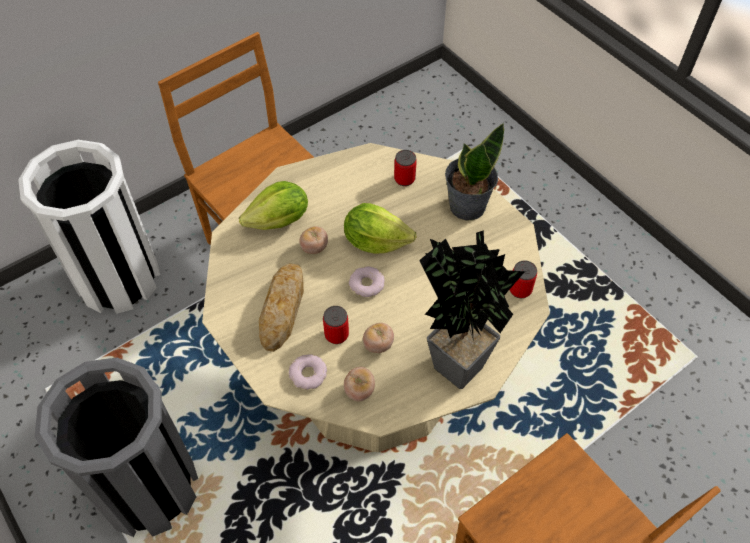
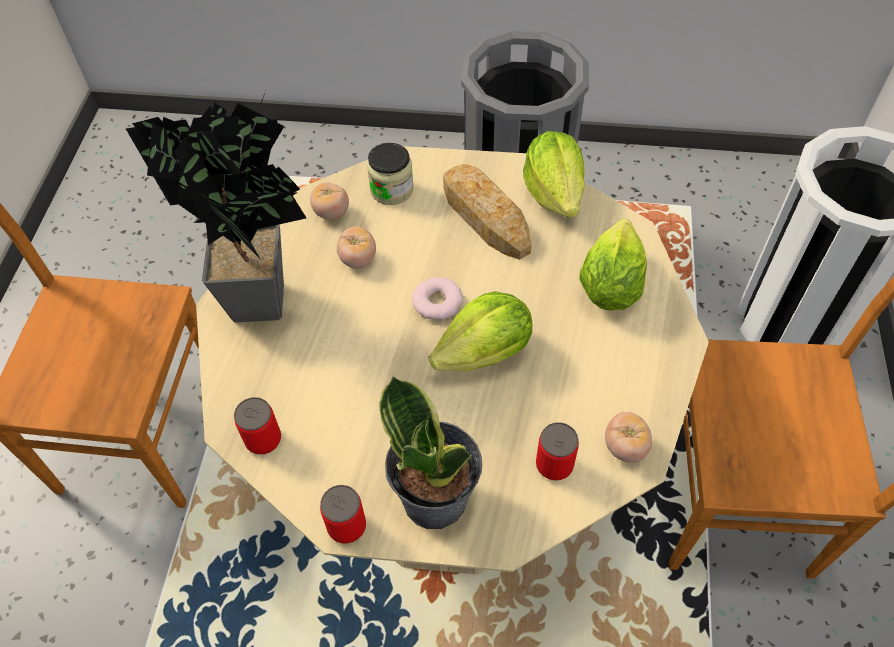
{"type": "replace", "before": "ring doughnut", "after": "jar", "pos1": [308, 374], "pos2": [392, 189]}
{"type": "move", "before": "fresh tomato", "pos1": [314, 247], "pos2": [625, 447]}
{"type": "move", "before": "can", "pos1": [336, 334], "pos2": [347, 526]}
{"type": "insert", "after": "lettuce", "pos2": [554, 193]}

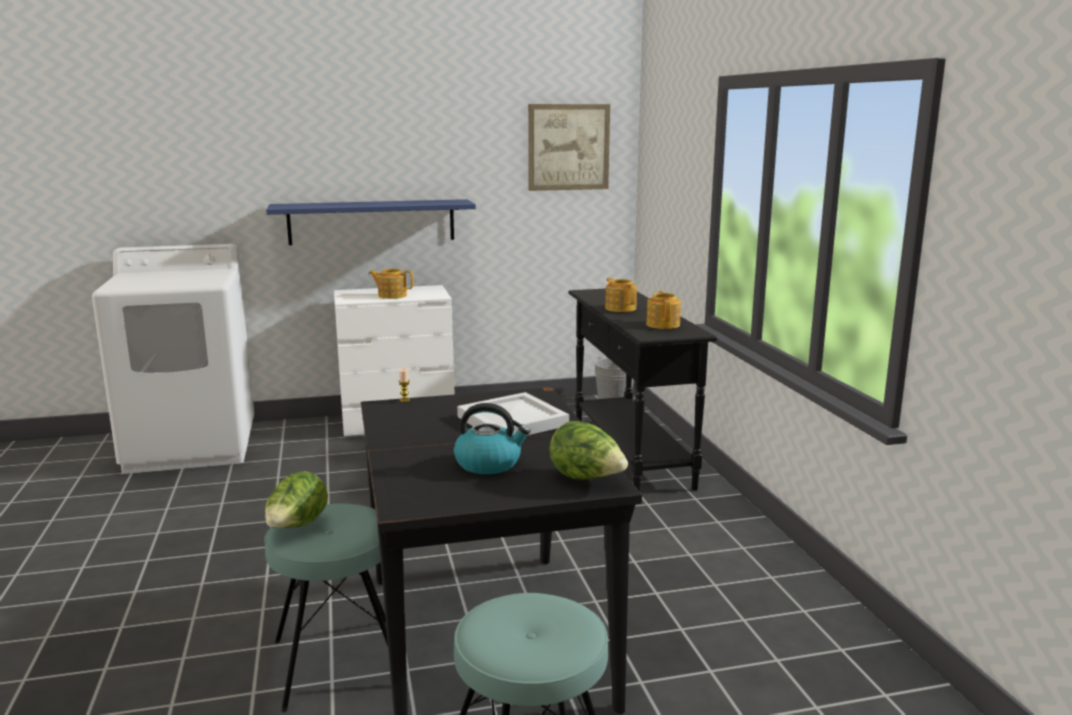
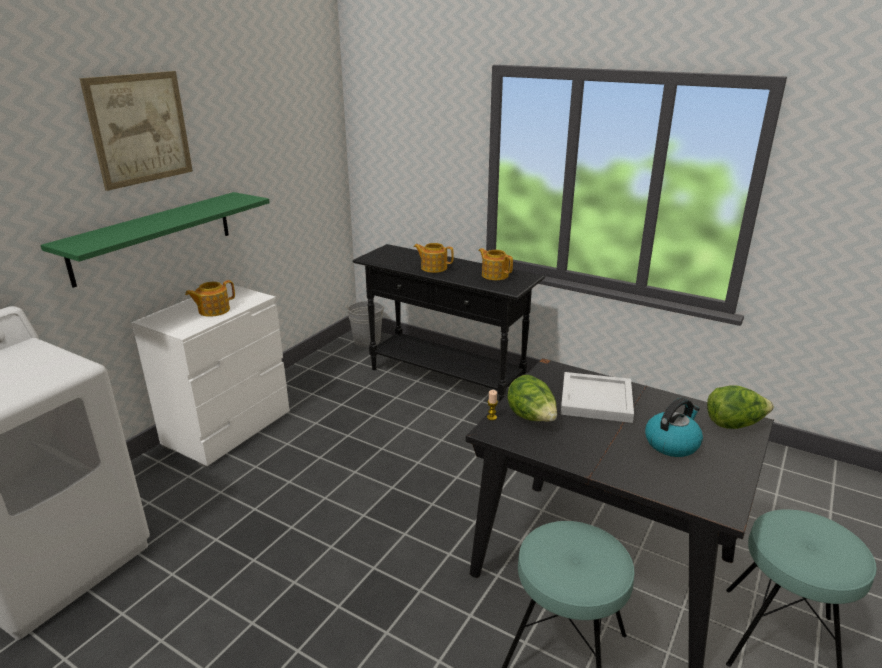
{"type": "move", "before": "lettuce", "pos1": [297, 527], "pos2": [532, 418]}
{"type": "recolor", "before": "blue shelf", "after": "green shelf", "pos1": [372, 222], "pos2": [153, 237]}
{"type": "move", "before": "wall art", "pos1": [568, 147], "pos2": [140, 129]}

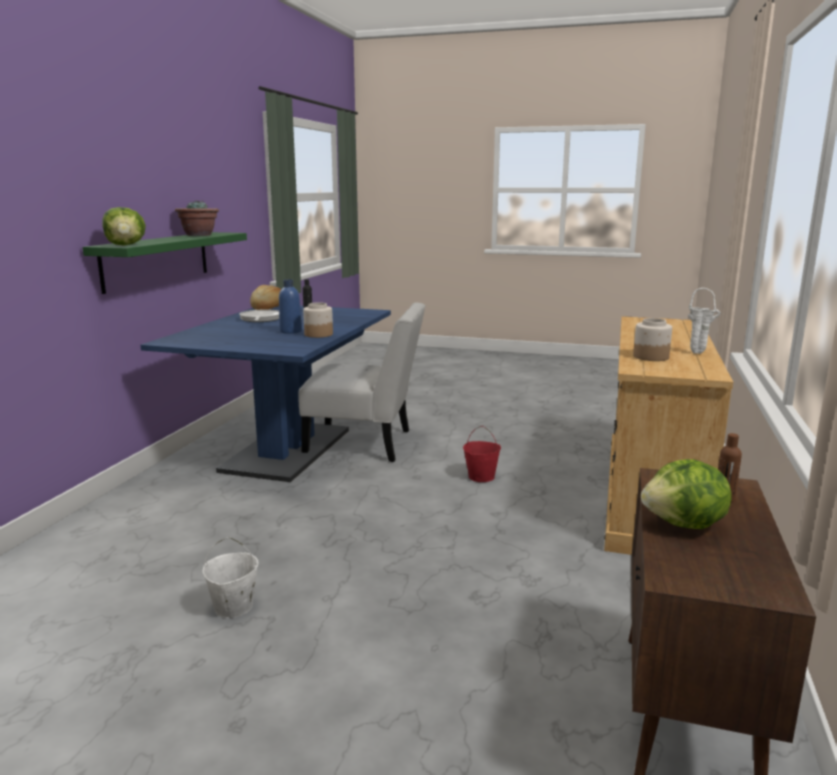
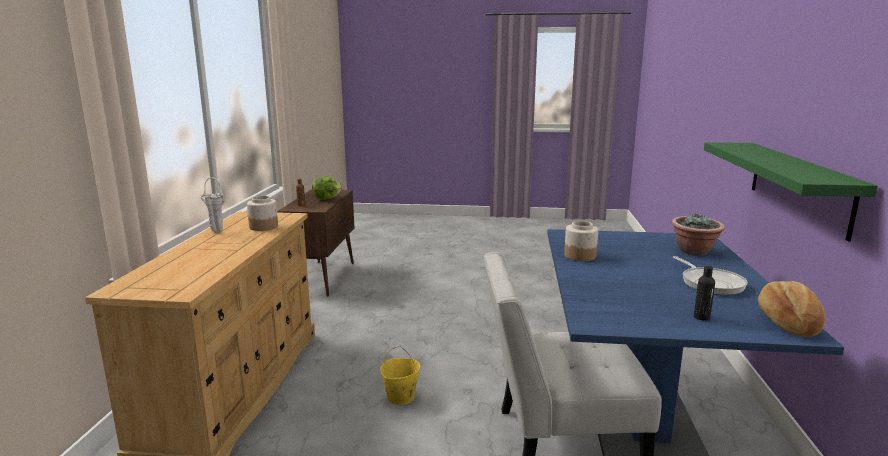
{"type": "delete", "before": "lettuce", "pos1": [126, 245]}
{"type": "move", "before": "potted plant", "pos1": [199, 235], "pos2": [694, 252]}
{"type": "delete", "before": "white-coloured water bucket", "pos1": [233, 607]}
{"type": "delete", "before": "blue beverage bottle", "pos1": [291, 331]}
{"type": "recolor", "before": "red water bucket", "after": "yellowish water bucket", "pos1": [481, 477], "pos2": [400, 397]}

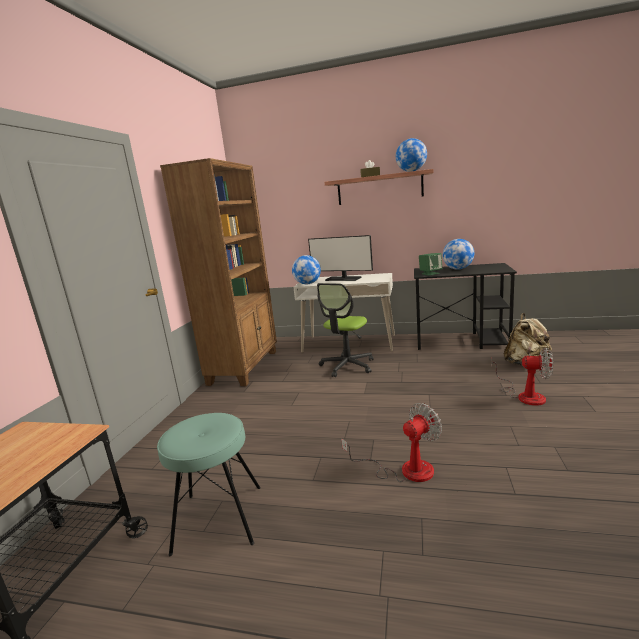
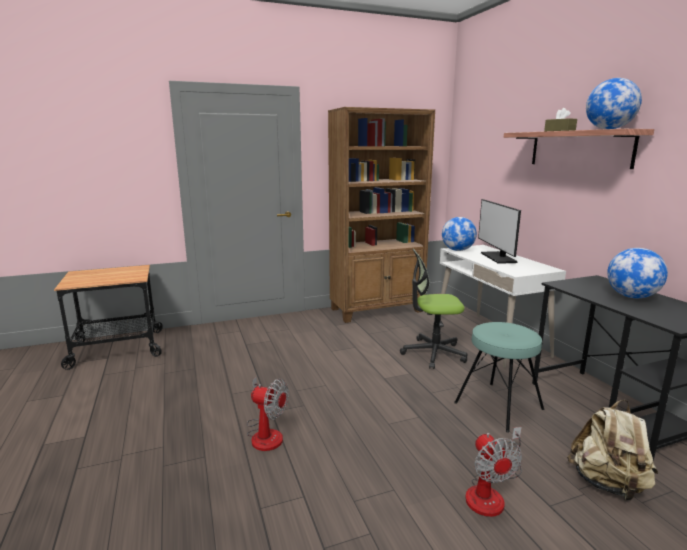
{"type": "move", "before": "turquoise-coloured stool seat", "pos1": [219, 518], "pos2": [498, 406]}
{"type": "delete", "before": "green speaker", "pos1": [430, 273]}

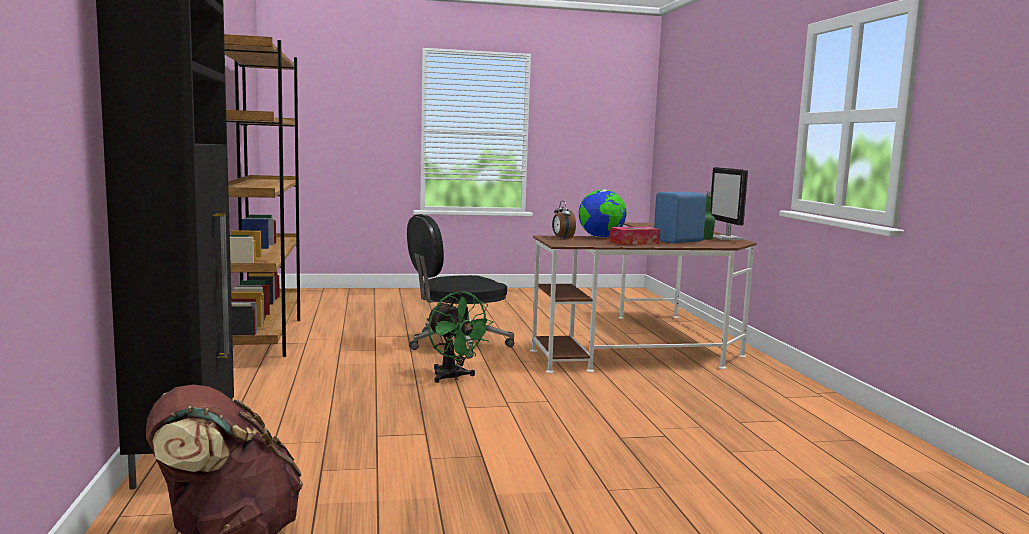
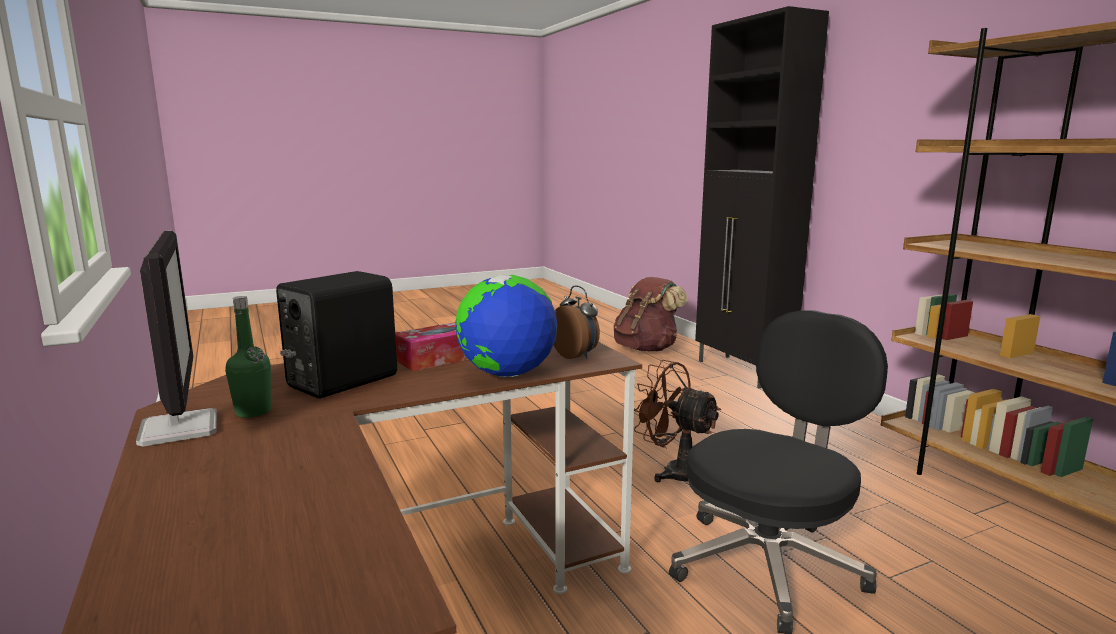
{"type": "recolor", "before": "green cooling fan", "after": "brown-coloured cooling fan", "pos1": [453, 377], "pos2": [674, 472]}
{"type": "recolor", "before": "blue speaker", "after": "black-coloured speaker", "pos1": [679, 241], "pos2": [339, 382]}

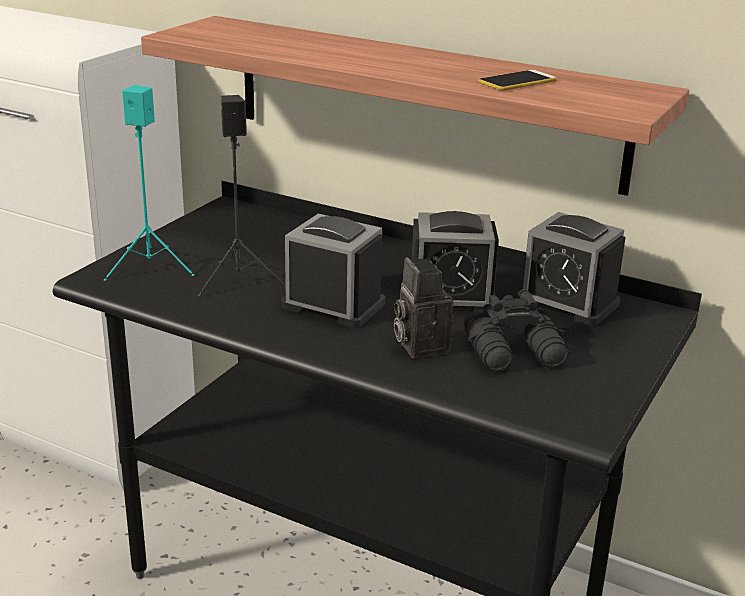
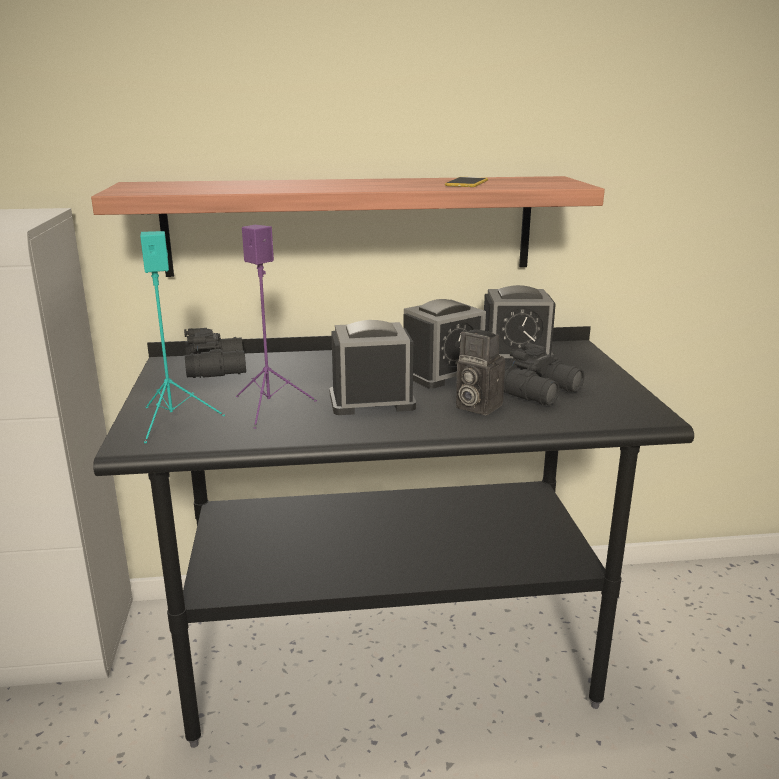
{"type": "recolor", "before": "black-coloured speaker", "after": "purplish speaker", "pos1": [240, 280], "pos2": [270, 407]}
{"type": "insert", "after": "black-coloured field glasses", "pos2": [218, 367]}

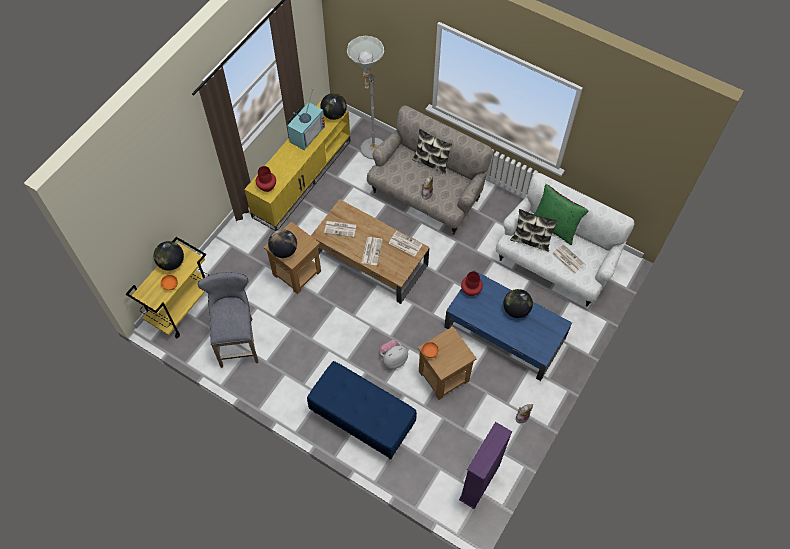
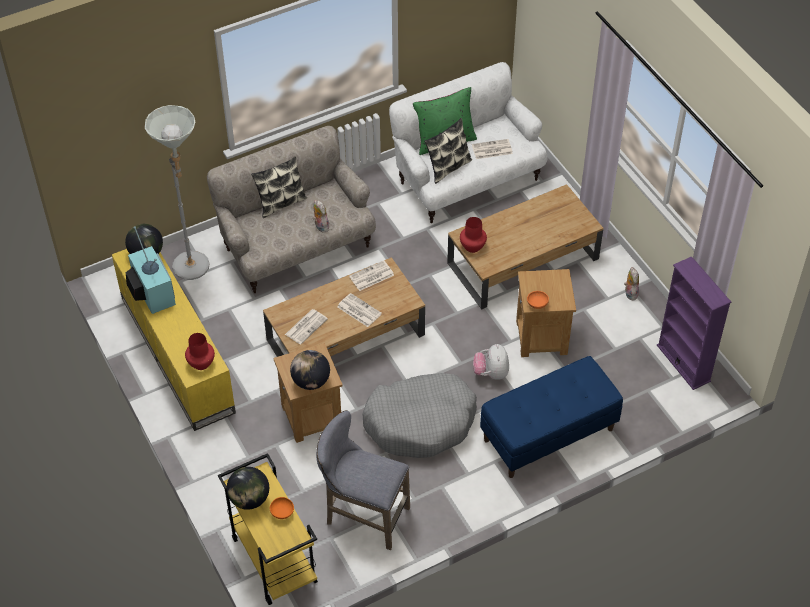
{"type": "recolor", "before": "blue low table", "after": "brown-coloured low table", "pos1": [505, 333], "pos2": [524, 261]}
{"type": "delete", "before": "desk globe", "pos1": [516, 310]}
{"type": "insert", "after": "greyish dog bed", "pos2": [420, 422]}

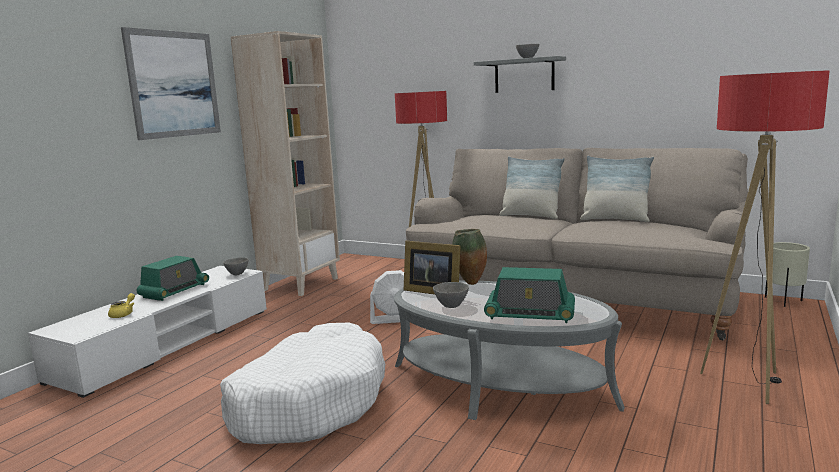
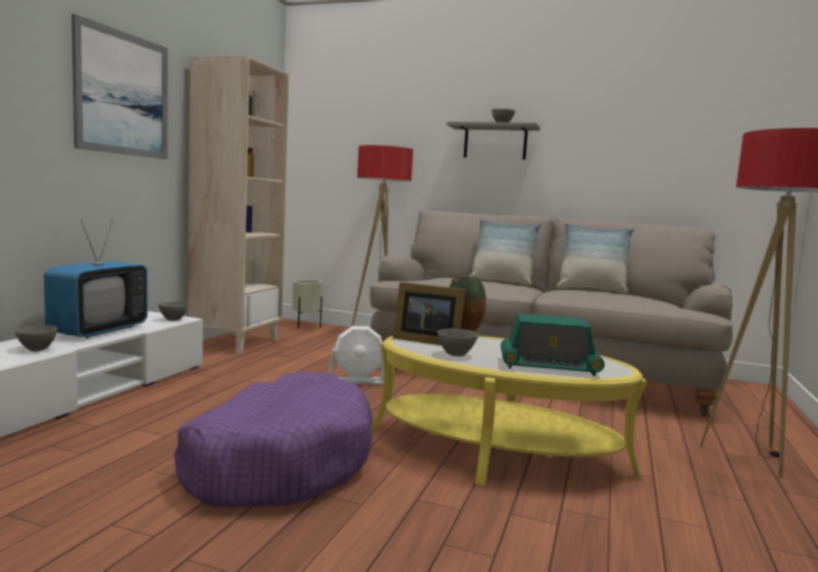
{"type": "replace", "before": "yellowish tea pot", "after": "greyish deep dish", "pos1": [123, 314], "pos2": [36, 349]}
{"type": "replace", "before": "radio set", "after": "television", "pos1": [174, 291], "pos2": [99, 331]}
{"type": "recolor", "before": "white-coloured dog bed", "after": "purplish dog bed", "pos1": [308, 402], "pos2": [279, 462]}
{"type": "recolor", "before": "greyish low table", "after": "yellowish low table", "pos1": [499, 385], "pos2": [497, 450]}
{"type": "move", "before": "beige-coloured flower pot", "pos1": [784, 302], "pos2": [306, 327]}

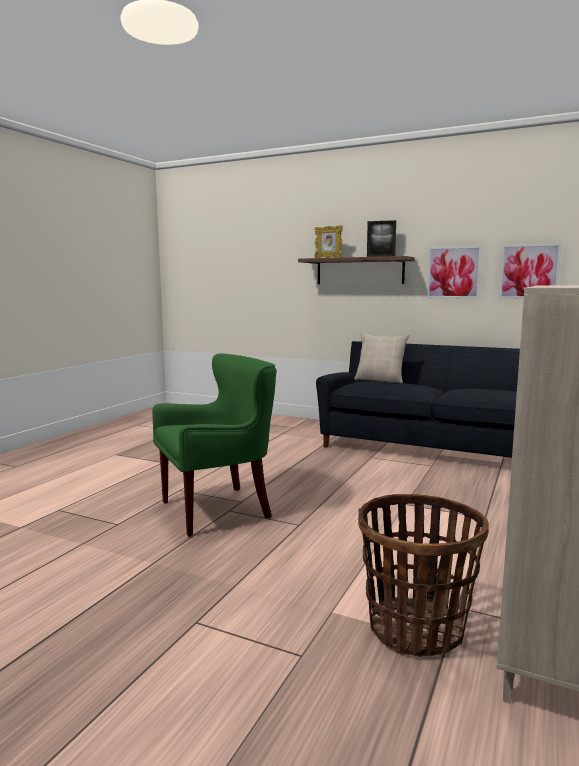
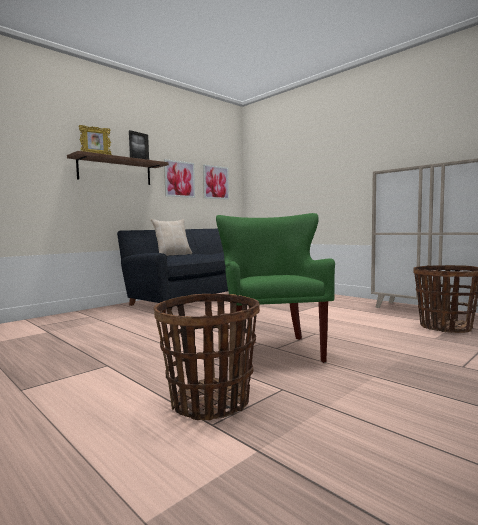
{"type": "insert", "after": "household basket", "pos2": [210, 402]}

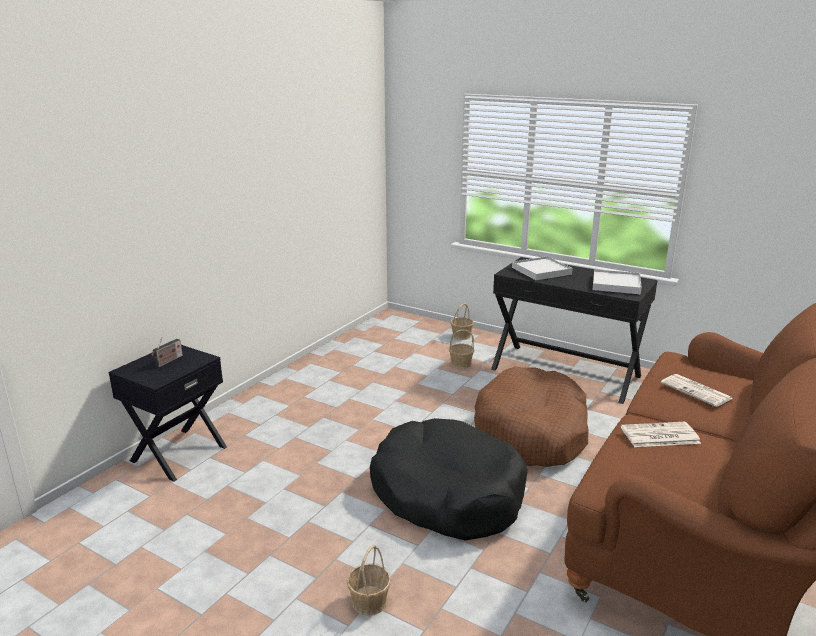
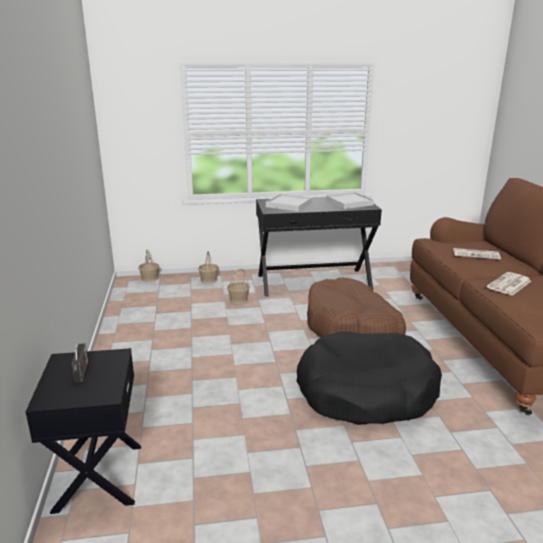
{"type": "move", "before": "household basket", "pos1": [369, 601], "pos2": [149, 278]}

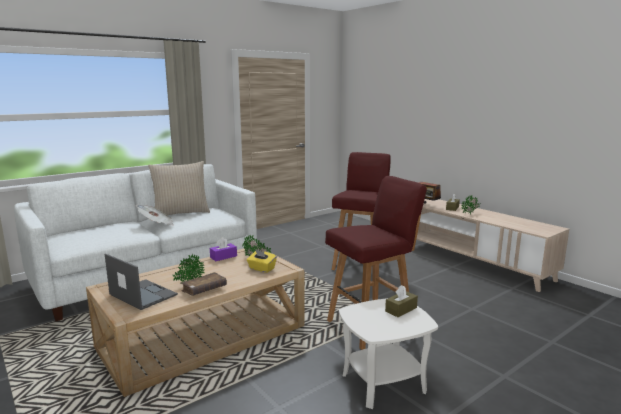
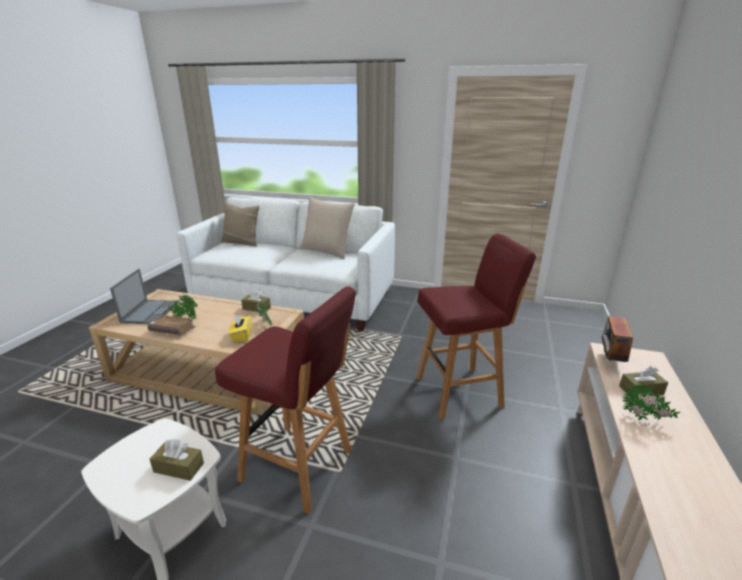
{"type": "delete", "before": "daily paper", "pos1": [156, 224]}
{"type": "recolor", "before": "purplish tissue box", "after": "brown-coloured tissue box", "pos1": [223, 257], "pos2": [256, 308]}
{"type": "insert", "after": "beige-coloured pillow", "pos2": [242, 242]}

